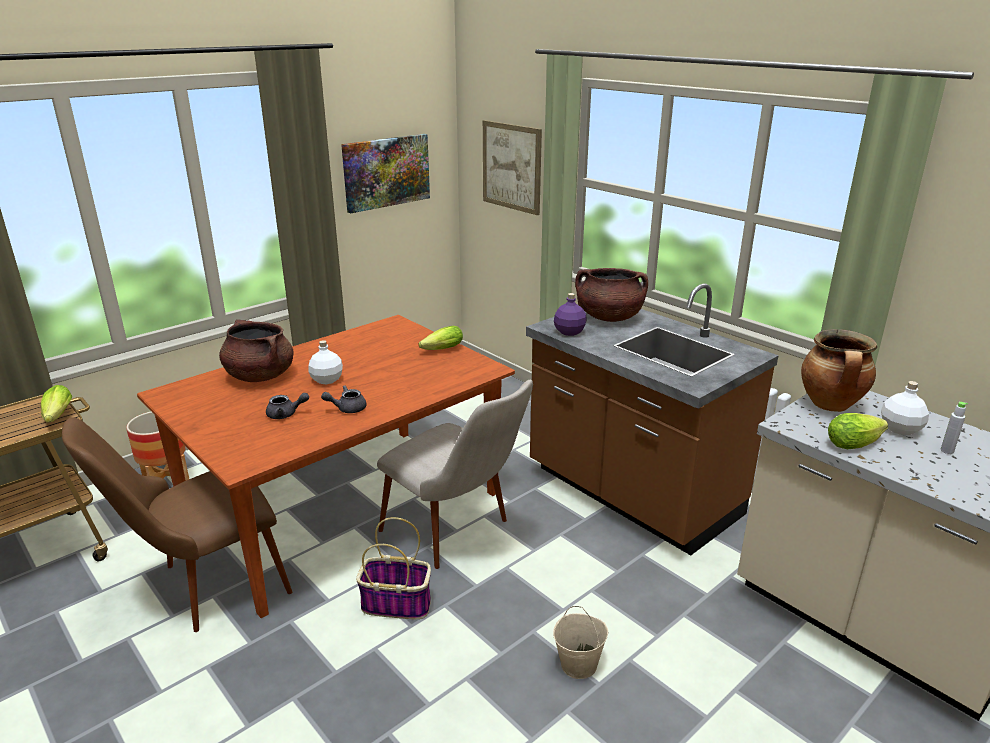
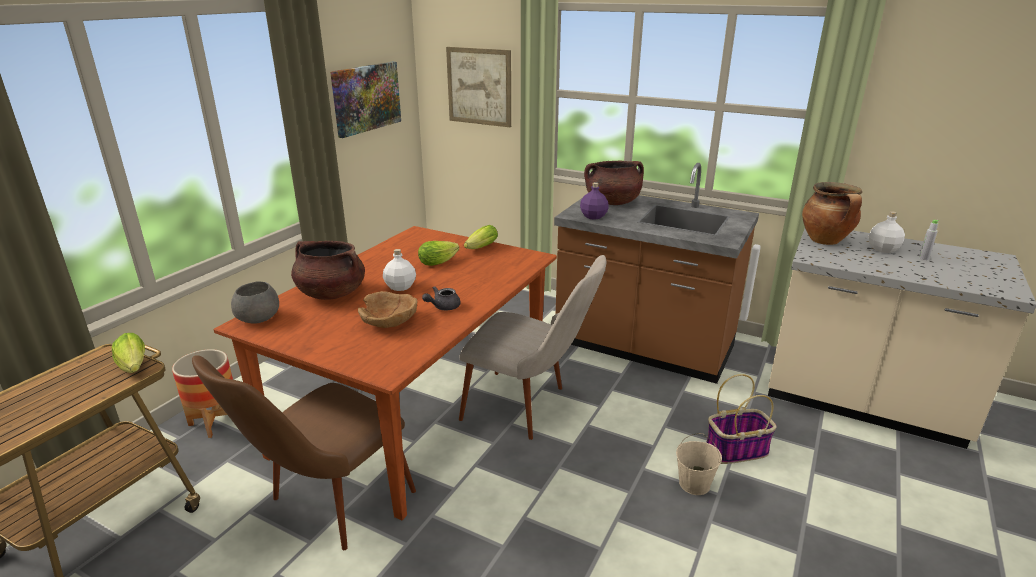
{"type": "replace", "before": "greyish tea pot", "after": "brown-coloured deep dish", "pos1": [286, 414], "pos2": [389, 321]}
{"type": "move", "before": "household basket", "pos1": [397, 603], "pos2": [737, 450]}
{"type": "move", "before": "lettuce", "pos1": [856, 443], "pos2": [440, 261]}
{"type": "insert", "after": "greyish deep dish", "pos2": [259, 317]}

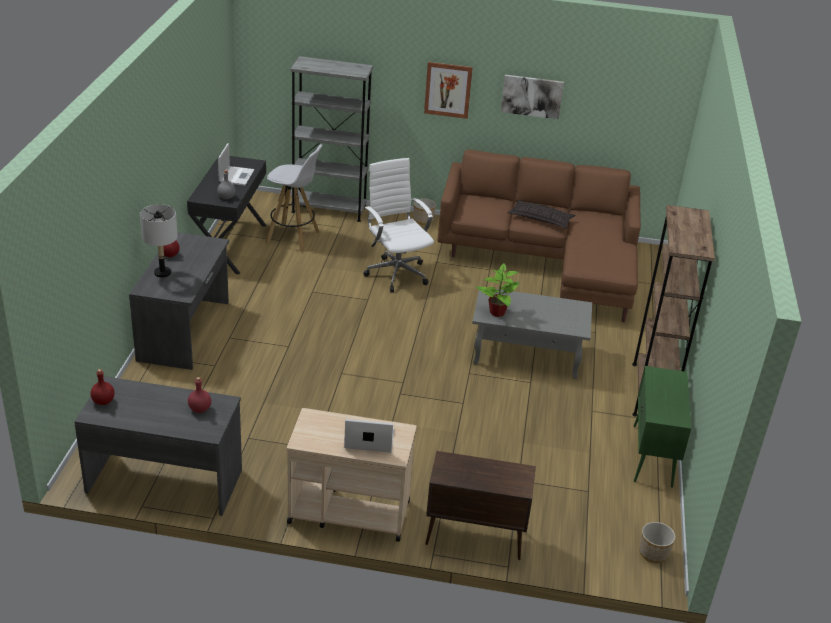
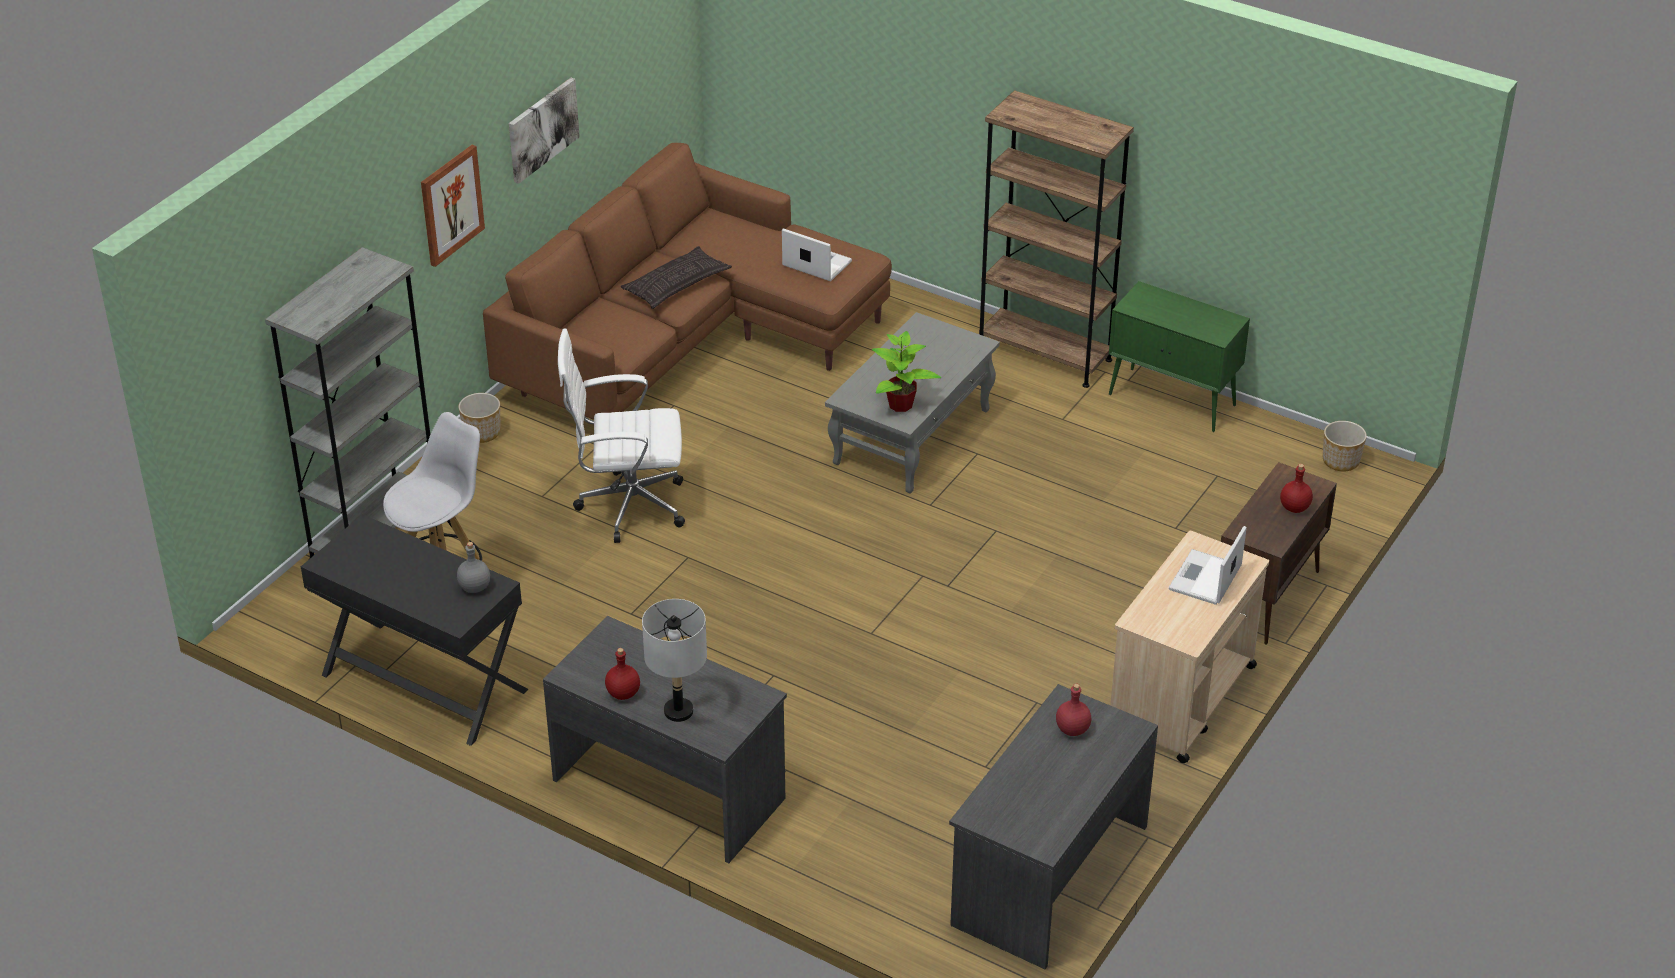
{"type": "move", "before": "red beverage bottle", "pos1": [103, 401], "pos2": [1295, 508]}
{"type": "move", "before": "portable computer", "pos1": [236, 176], "pos2": [815, 263]}

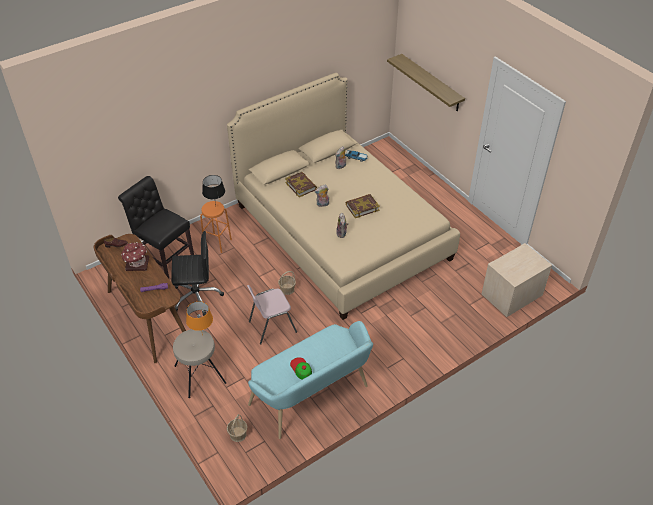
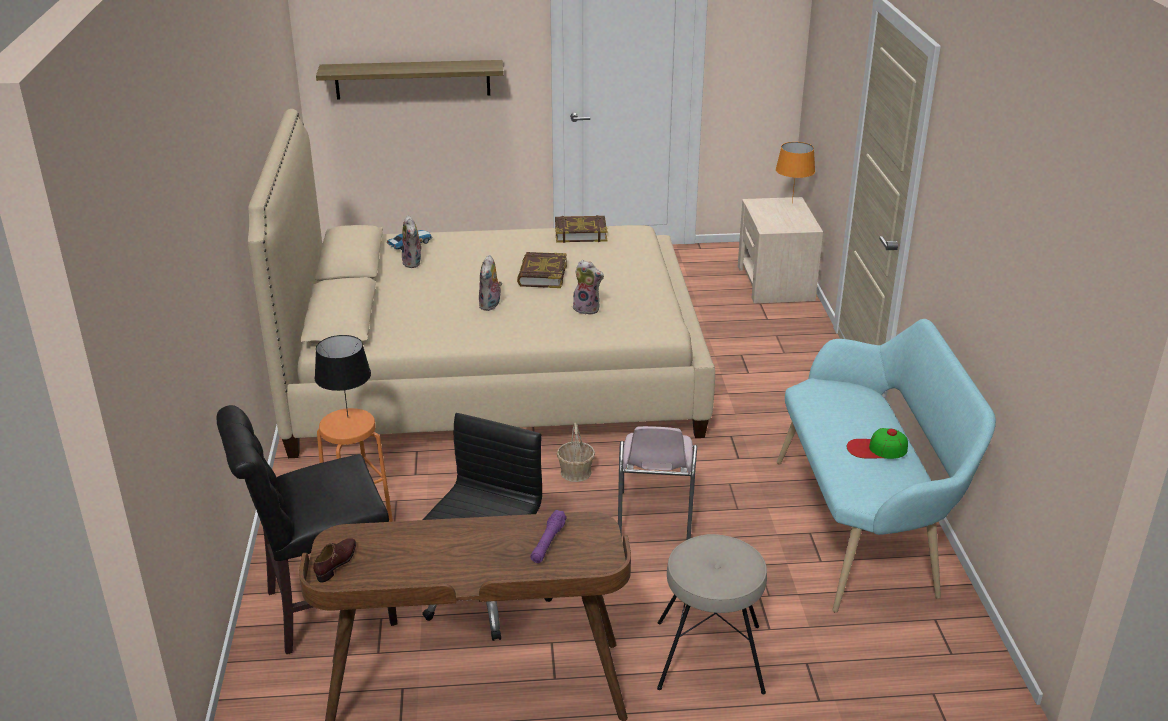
{"type": "delete", "before": "model house", "pos1": [137, 264]}
{"type": "move", "before": "orangey table lamp", "pos1": [202, 335], "pos2": [792, 203]}
{"type": "delete", "before": "household basket", "pos1": [238, 434]}
{"type": "move", "before": "volume", "pos1": [301, 186], "pos2": [580, 233]}

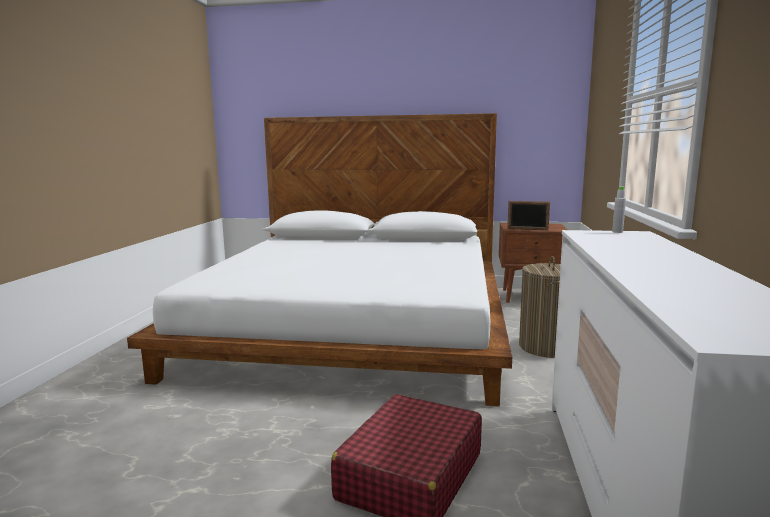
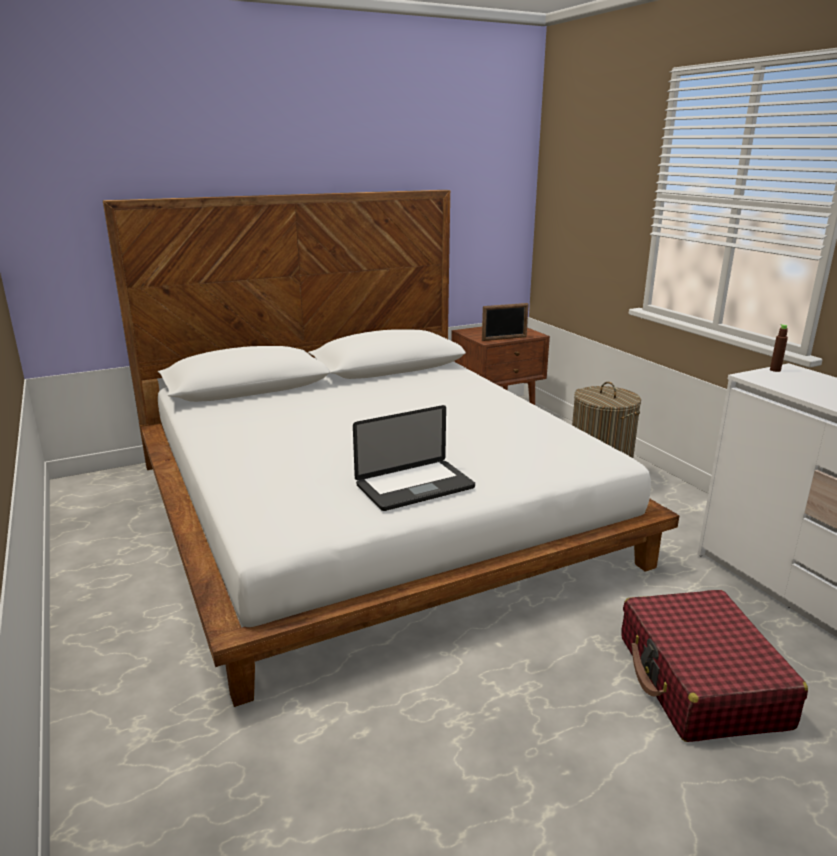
{"type": "recolor", "before": "greyish beverage bottle", "after": "brown-coloured beverage bottle", "pos1": [617, 232], "pos2": [775, 370]}
{"type": "insert", "after": "portable computer", "pos2": [415, 487]}

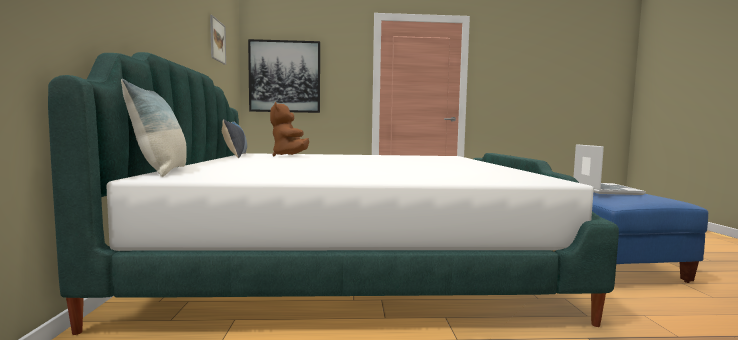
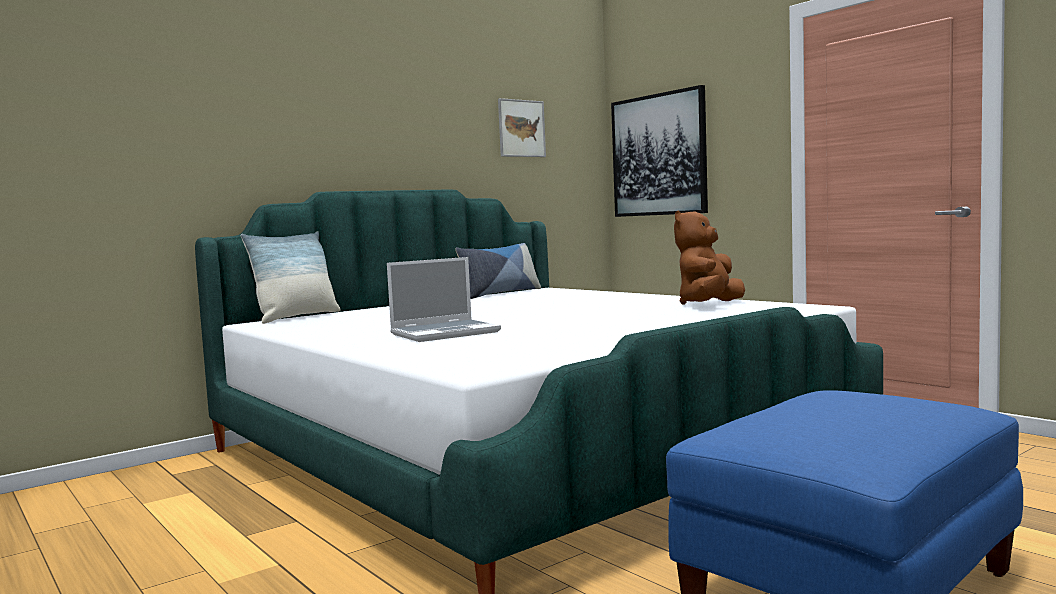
{"type": "move", "before": "brown-coloured cuddly toy", "pos1": [289, 156], "pos2": [709, 305]}
{"type": "move", "before": "portable computer", "pos1": [604, 190], "pos2": [445, 333]}

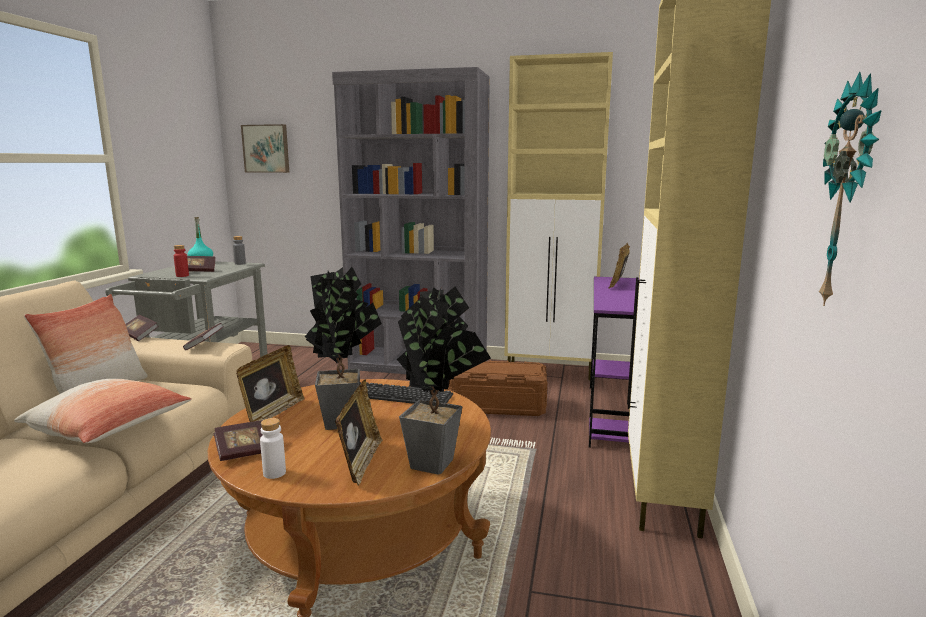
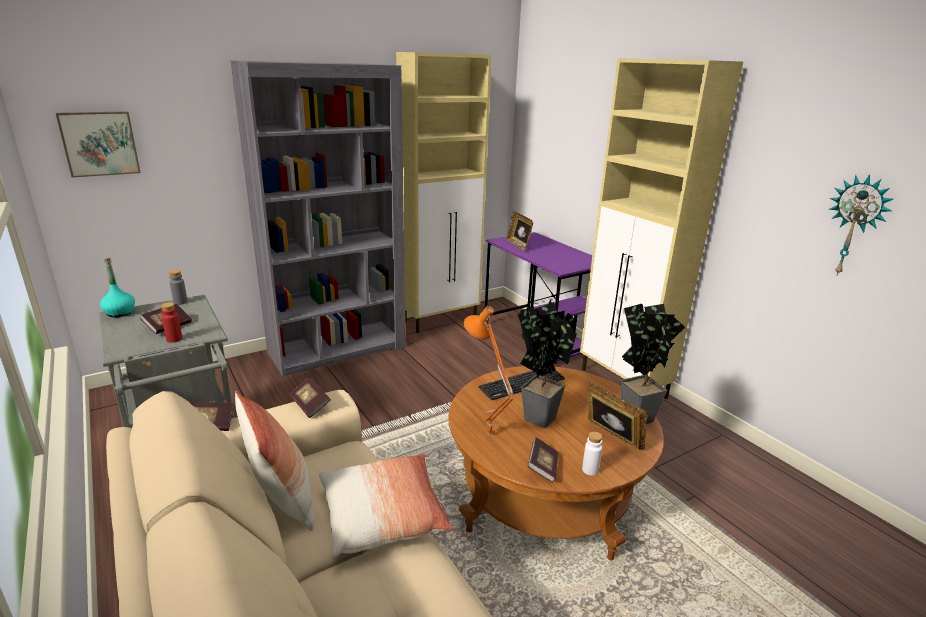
{"type": "replace", "before": "photo frame", "after": "orangey table lamp", "pos1": [272, 413], "pos2": [486, 435]}
{"type": "delete", "before": "brown-coloured storage box", "pos1": [497, 405]}

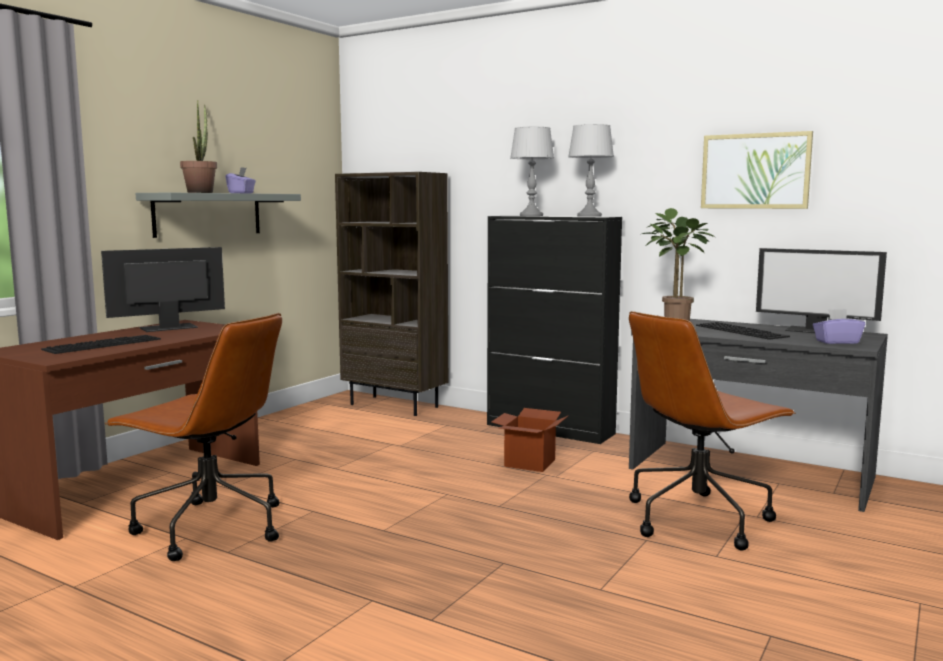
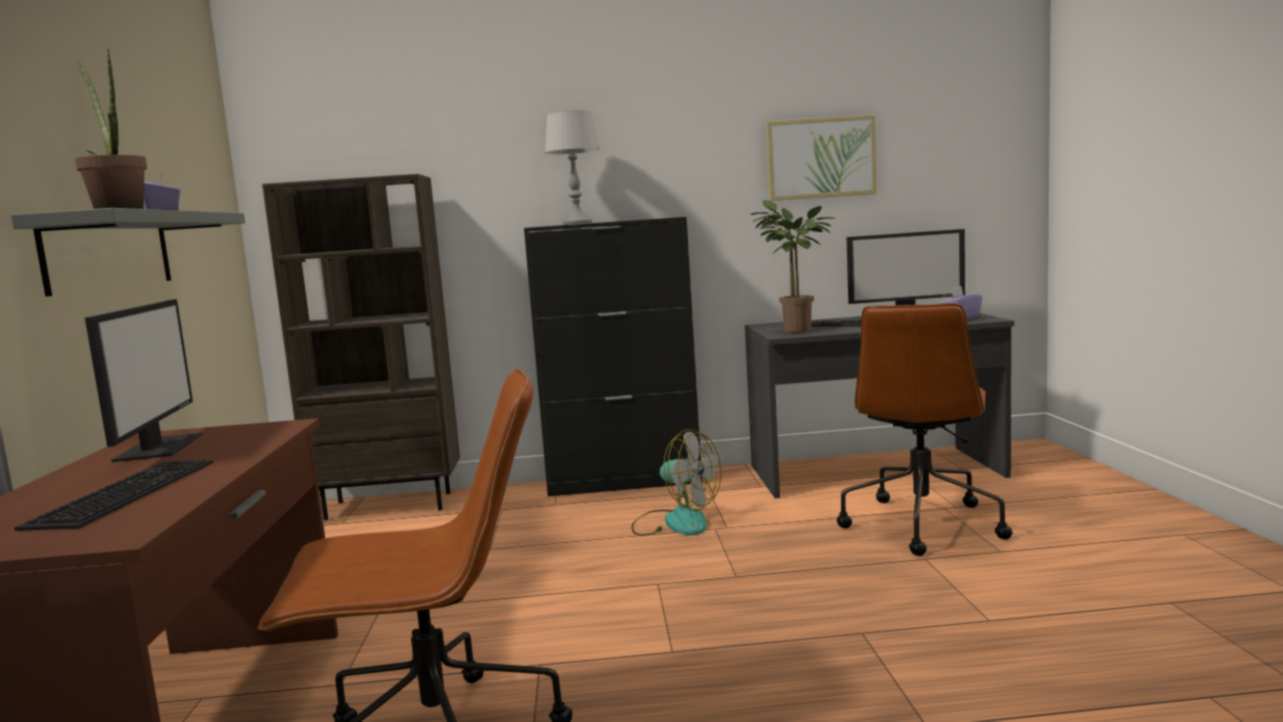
{"type": "rotate", "before": "monitor", "pos1": [168, 328], "pos2": [157, 447], "turn": 150}
{"type": "replace", "before": "packing box", "after": "cooling fan", "pos1": [530, 463], "pos2": [675, 522]}
{"type": "delete", "before": "greyish table lamp", "pos1": [589, 216]}

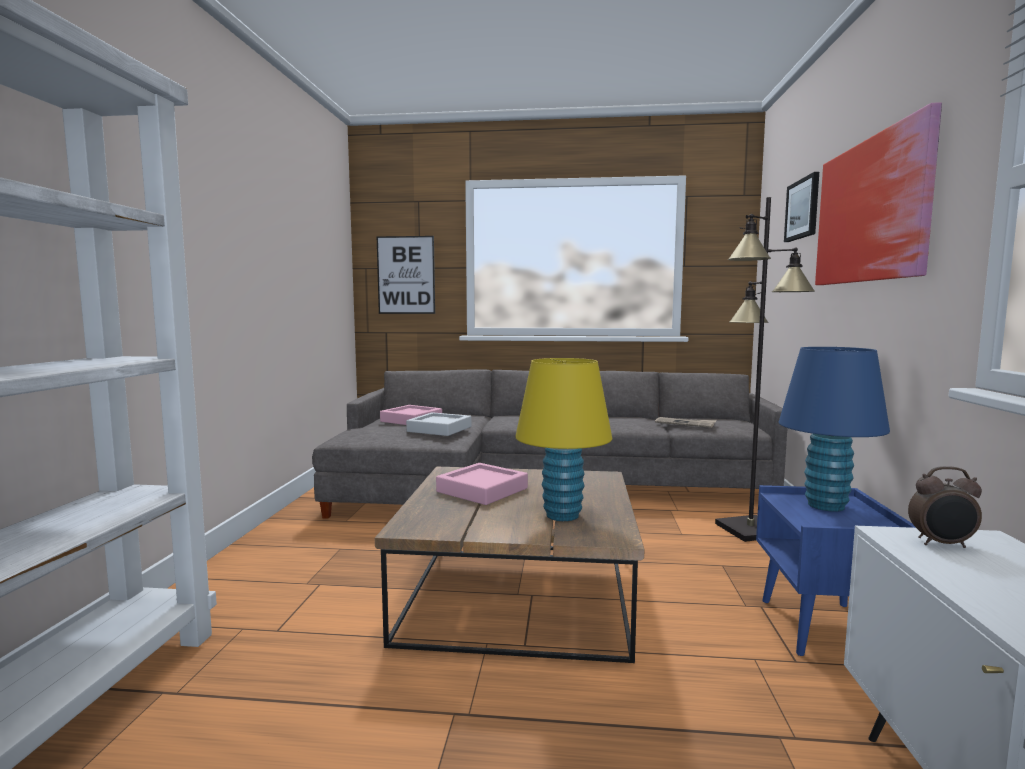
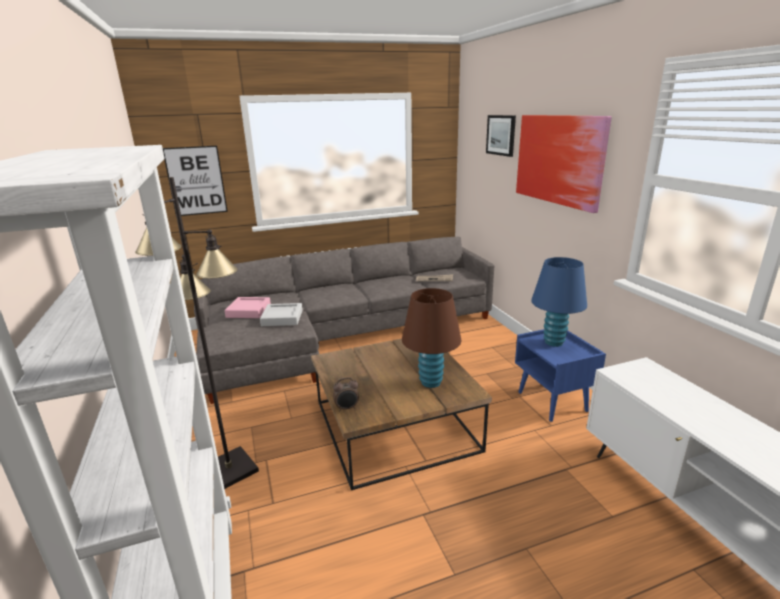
{"type": "delete", "before": "pink serving tray", "pos1": [482, 490]}
{"type": "recolor", "before": "yellowish table lamp", "after": "brown-coloured table lamp", "pos1": [562, 515], "pos2": [431, 382]}
{"type": "move", "before": "black-coloured standard lamp", "pos1": [749, 529], "pos2": [228, 470]}
{"type": "move", "before": "table clock", "pos1": [942, 544], "pos2": [347, 408]}

